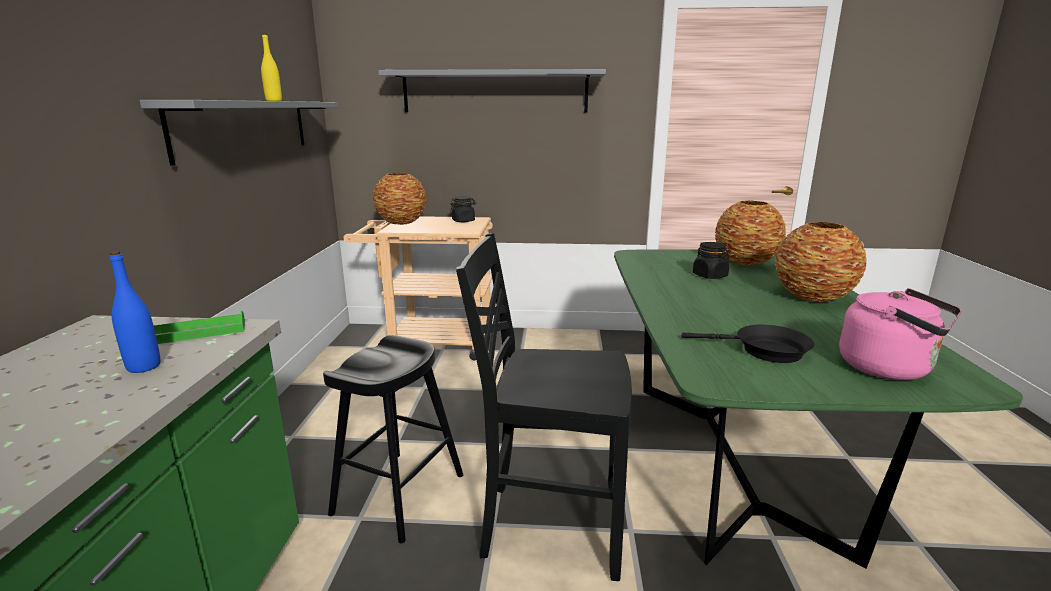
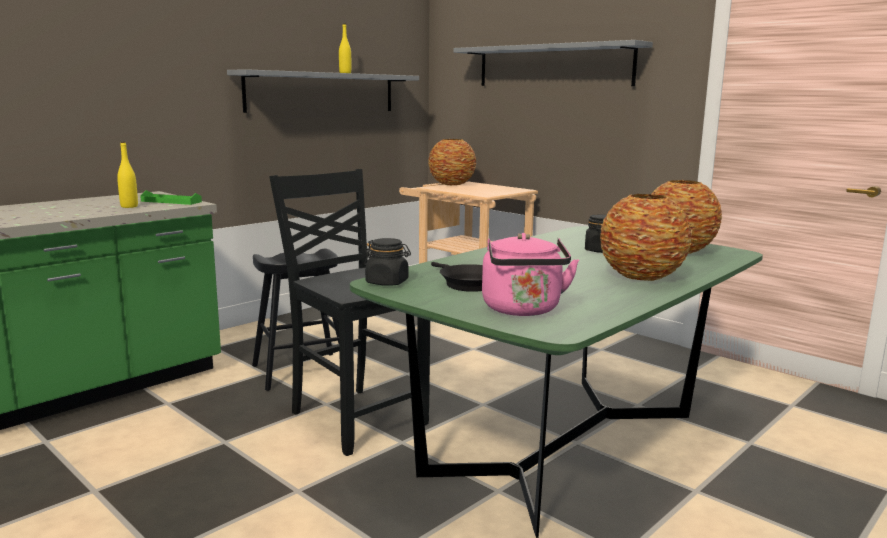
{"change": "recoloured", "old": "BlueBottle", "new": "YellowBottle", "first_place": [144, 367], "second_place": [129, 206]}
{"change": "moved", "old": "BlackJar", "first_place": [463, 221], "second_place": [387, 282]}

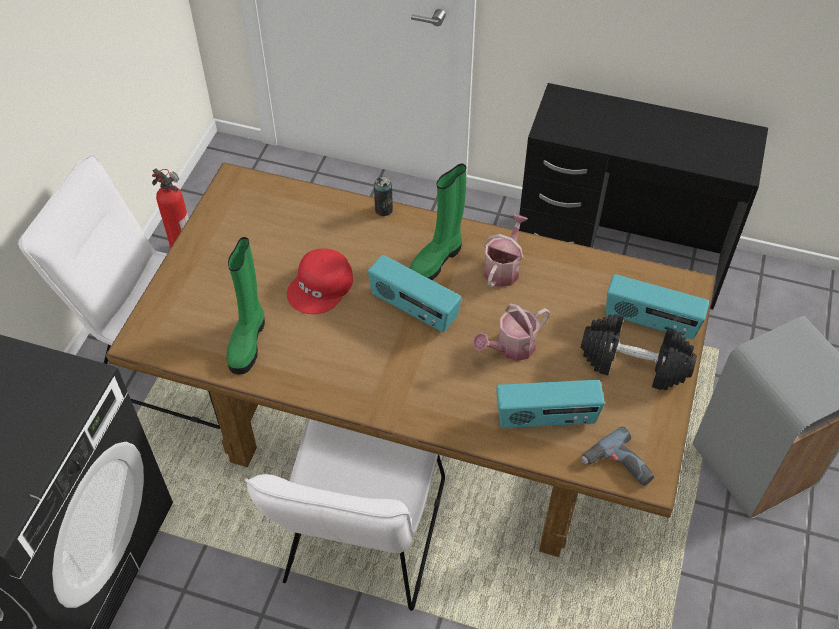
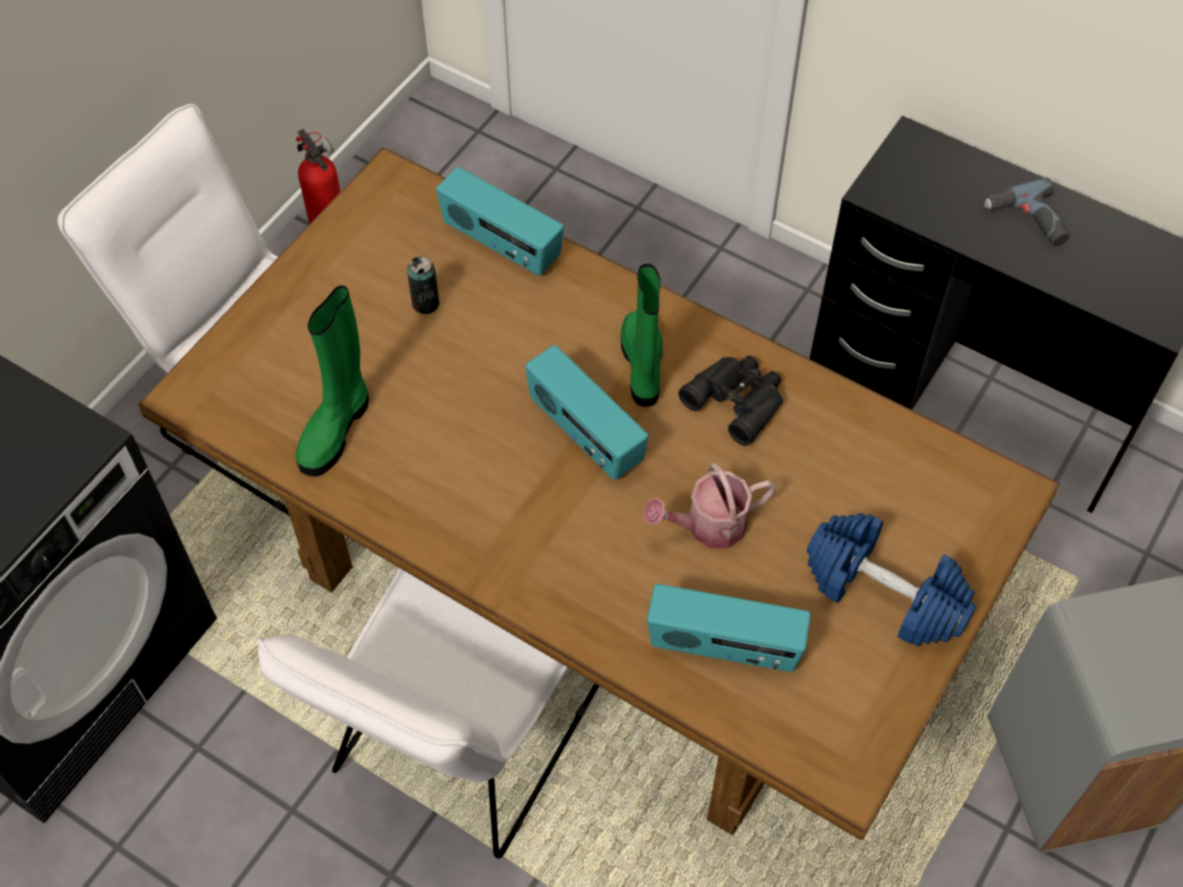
{"change": "moved", "old": "Can", "first_place": [383, 209], "second_place": [425, 303]}
{"change": "moved", "old": "Radio", "first_place": [650, 322], "second_place": [501, 245]}
{"change": "turned", "old": "GreenBoot", "first_place": [436, 260], "second_place": [643, 366], "degrees": 120}
{"change": "replaced", "old": "WateringCan", "new": "BlackBinoculars", "first_place": [503, 268], "second_place": [738, 399]}
{"change": "recoloured", "old": "BlackDumbbell", "new": "BlueDumbbell", "first_place": [634, 363], "second_place": [885, 593]}
{"change": "moved", "old": "PowerDrill", "first_place": [618, 467], "second_place": [1027, 222]}
{"change": "removed", "old": "RedCap", "first_place": [321, 287]}

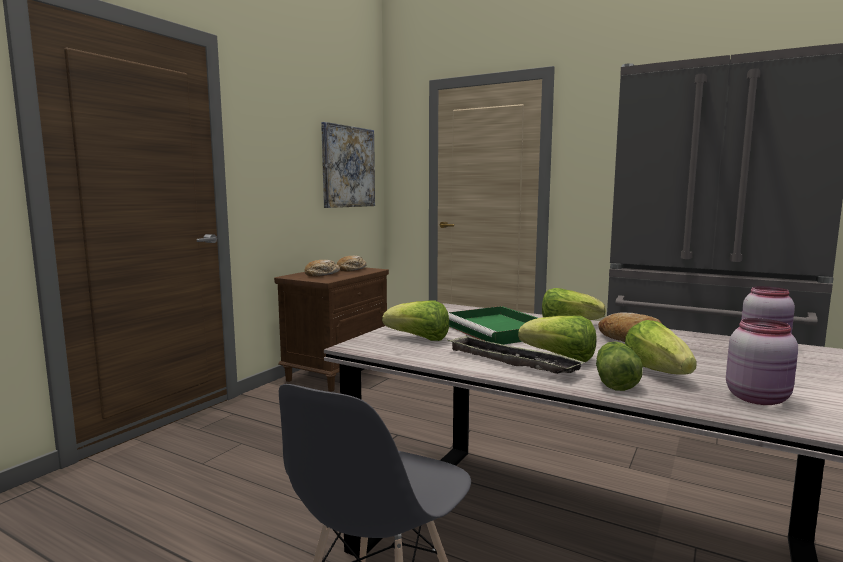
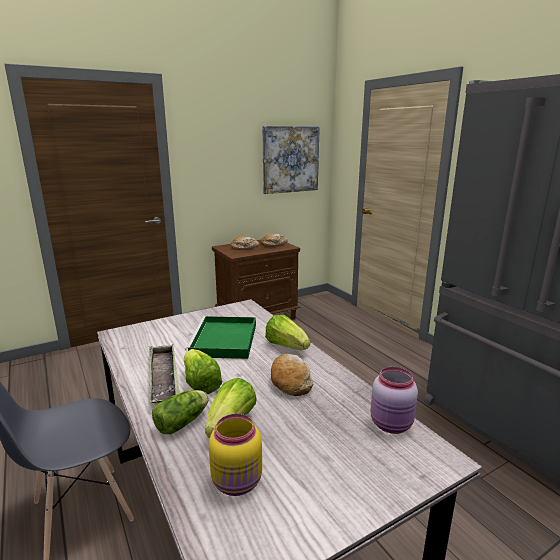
{"change": "recoloured", "old": "PinkJar", "new": "YellowJar", "first_place": [759, 398], "second_place": [238, 482]}
{"change": "removed", "old": "Lettuce", "first_place": [419, 339]}

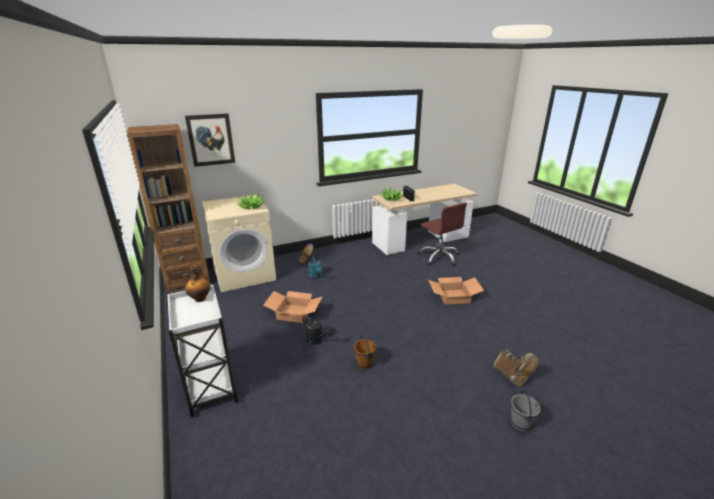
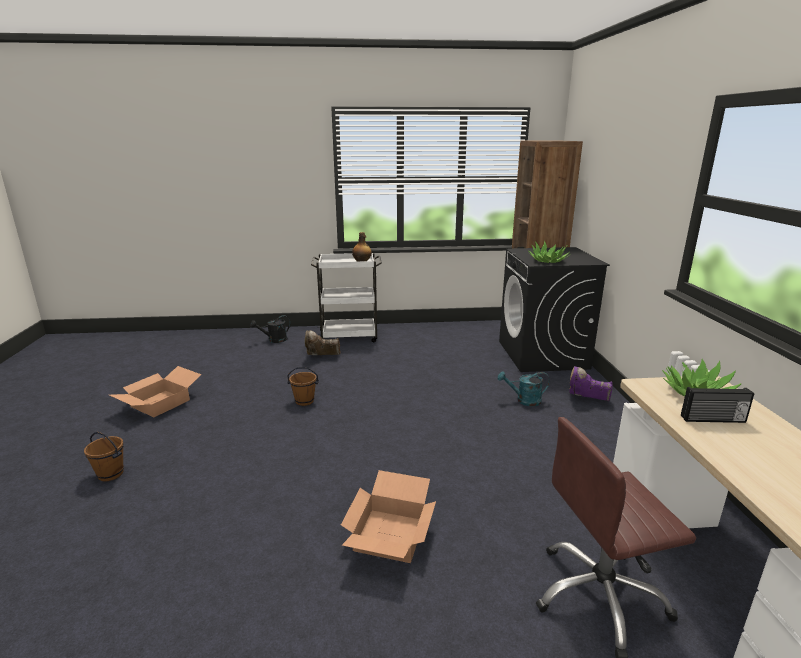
{"change": "recoloured", "old": "GreyBucket", "new": "BrownBucket", "first_place": [520, 424], "second_place": [111, 474]}
{"change": "moved", "old": "CardboardBox", "first_place": [295, 313], "second_place": [160, 404]}
{"change": "moved", "old": "BlackWateringCan", "first_place": [316, 340], "second_place": [274, 340]}
{"change": "moved", "old": "BrownBoot", "first_place": [512, 376], "second_place": [322, 357]}
{"change": "recoloured", "old": "BeigeWashingMachine", "new": "BlackWashingMachine", "first_place": [245, 274], "second_place": [543, 355]}
{"change": "removed", "old": "Picture", "first_place": [211, 140]}

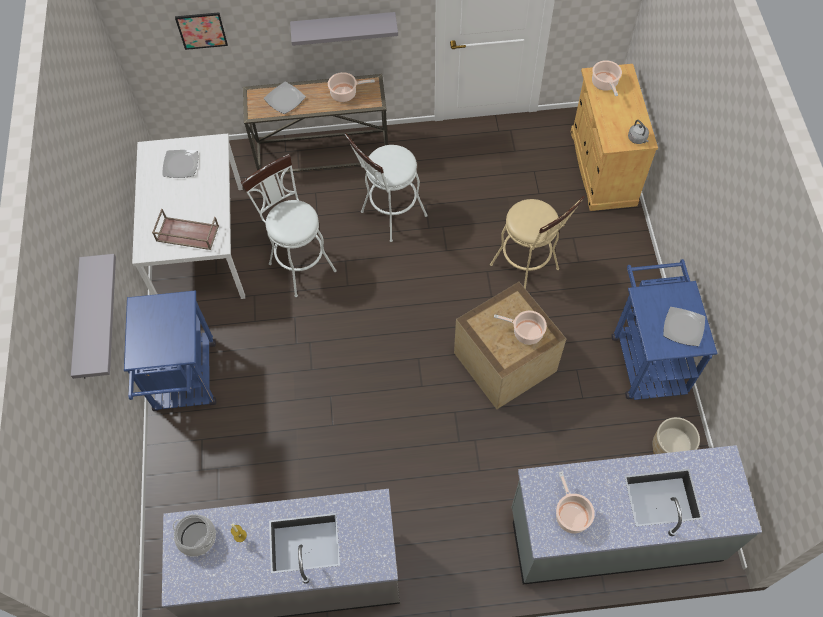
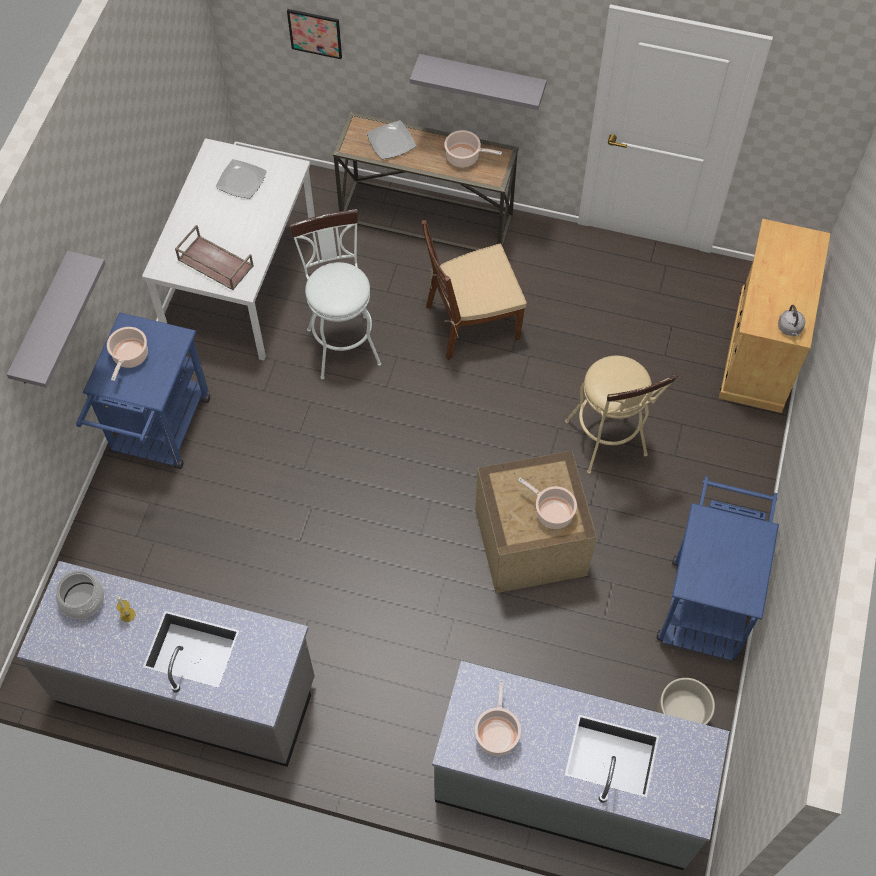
{"change": "moved", "old": "CookingPot", "first_place": [605, 84], "second_place": [130, 357]}
{"change": "replaced", "old": "WhiteStool", "new": "BrownChair", "first_place": [389, 217], "second_place": [471, 322]}
{"change": "removed", "old": "Plate", "first_place": [683, 328]}

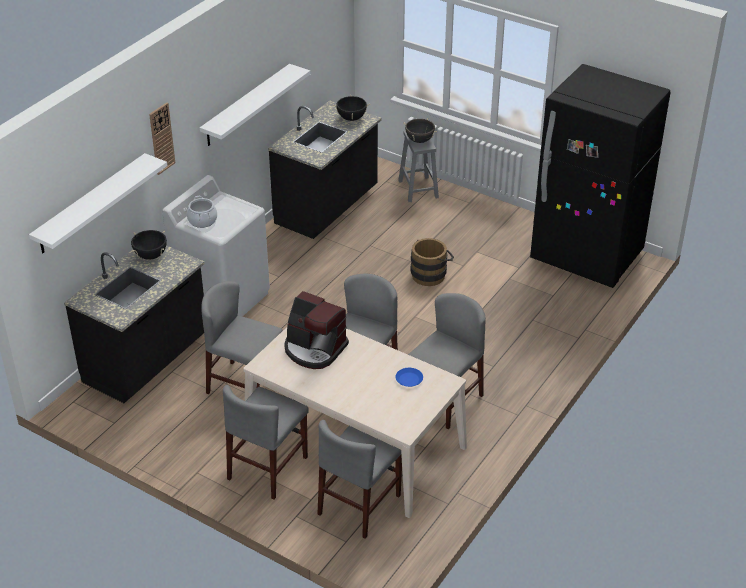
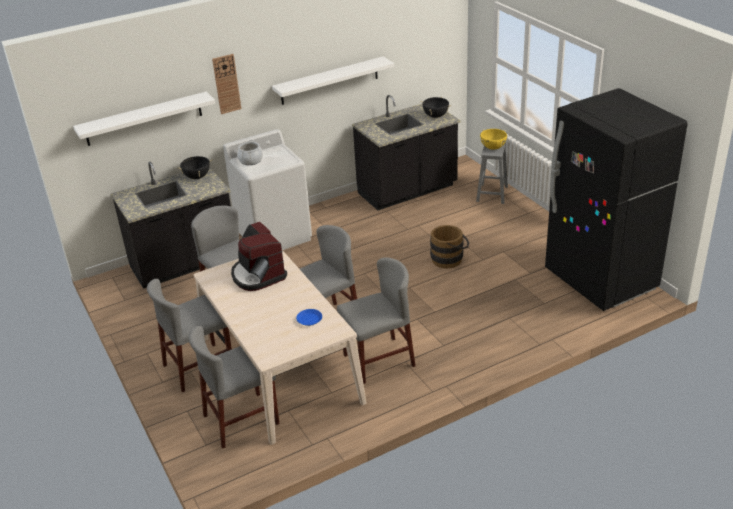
{"change": "recoloured", "old": "BlackCookingPot", "new": "YellowCookingPot", "first_place": [419, 140], "second_place": [493, 148]}

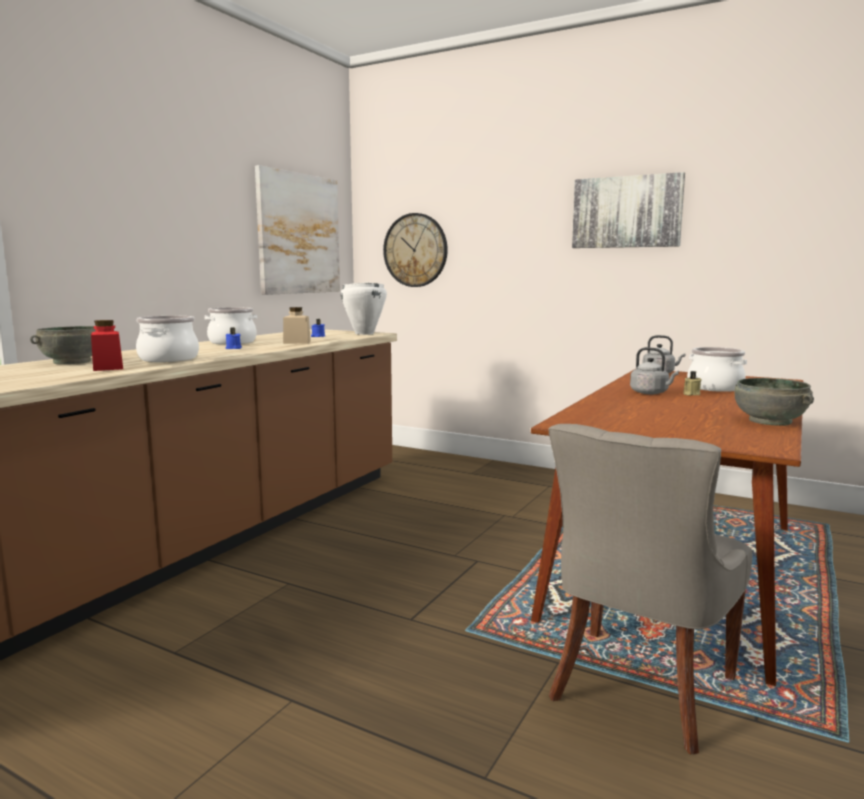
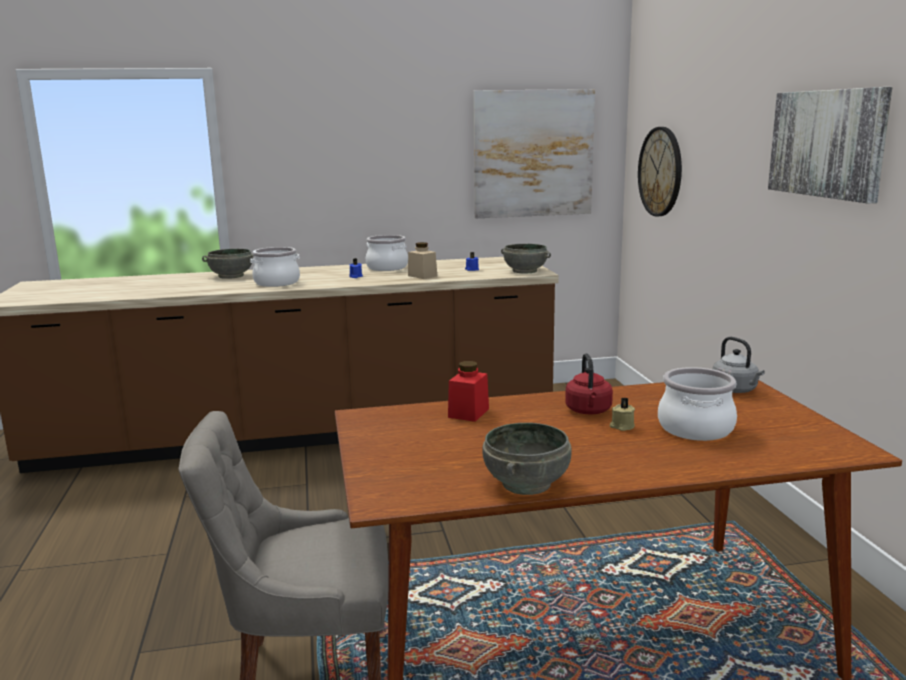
{"change": "moved", "old": "RedJar", "first_place": [108, 367], "second_place": [468, 413]}
{"change": "replaced", "old": "WhiteCookingPot", "new": "GreyBowl", "first_place": [364, 333], "second_place": [524, 271]}
{"change": "recoloured", "old": "GreyKettle", "new": "RedKettle", "first_place": [651, 393], "second_place": [588, 411]}

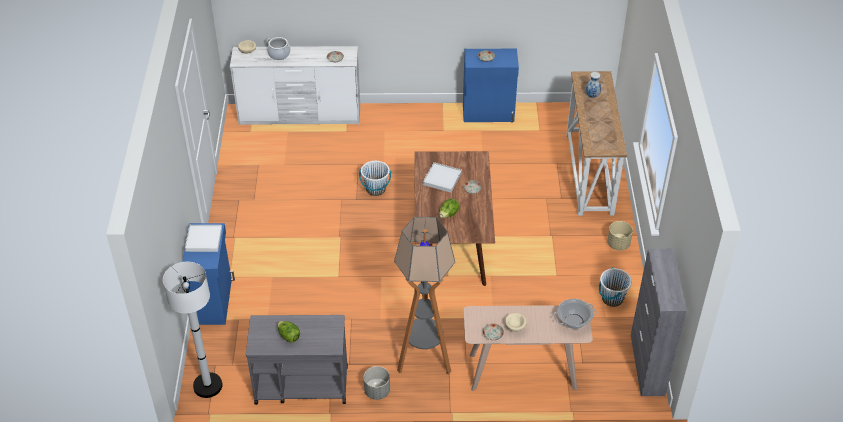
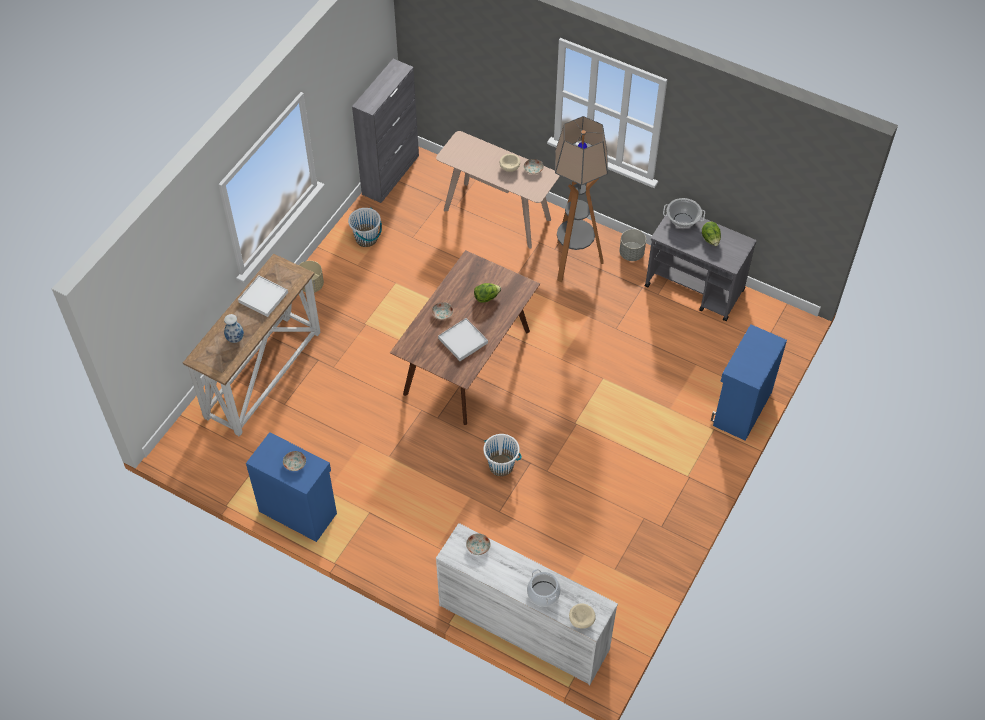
{"change": "moved", "old": "WhiteTray", "first_place": [203, 239], "second_place": [263, 297]}
{"change": "moved", "old": "CookingPot", "first_place": [574, 321], "second_place": [682, 220]}
{"change": "removed", "old": "WhiteFloorLamp", "first_place": [207, 386]}

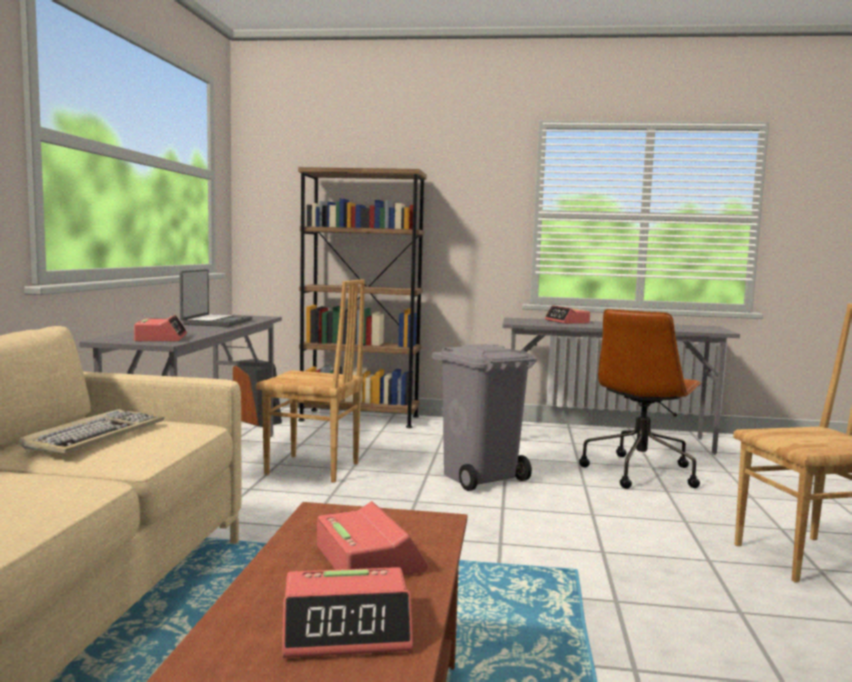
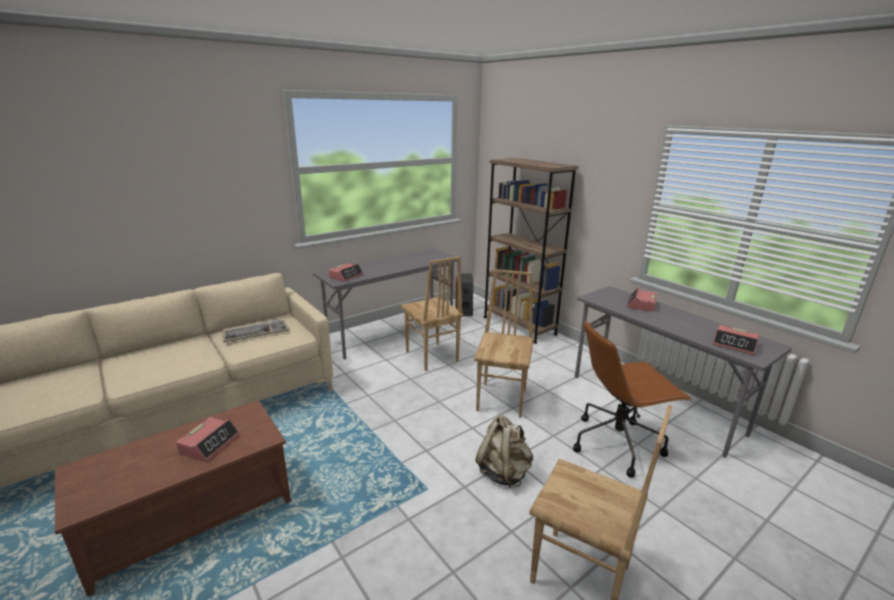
{"change": "replaced", "old": "GreyTrashCan", "new": "BrownChair", "first_place": [480, 477], "second_place": [503, 399]}
{"change": "added", "new": "BeigeBackpack", "second_place": [504, 472]}
{"change": "moved", "old": "AlarmClock", "first_place": [347, 629], "second_place": [734, 345]}
{"change": "removed", "old": "Laptop", "first_place": [216, 322]}

